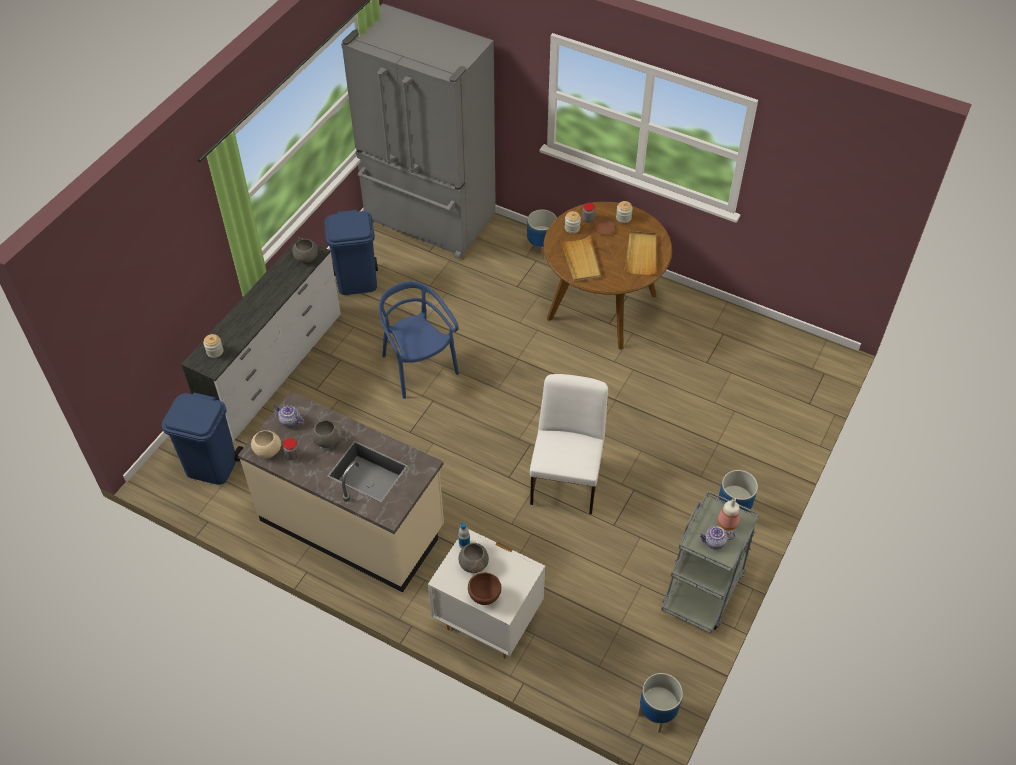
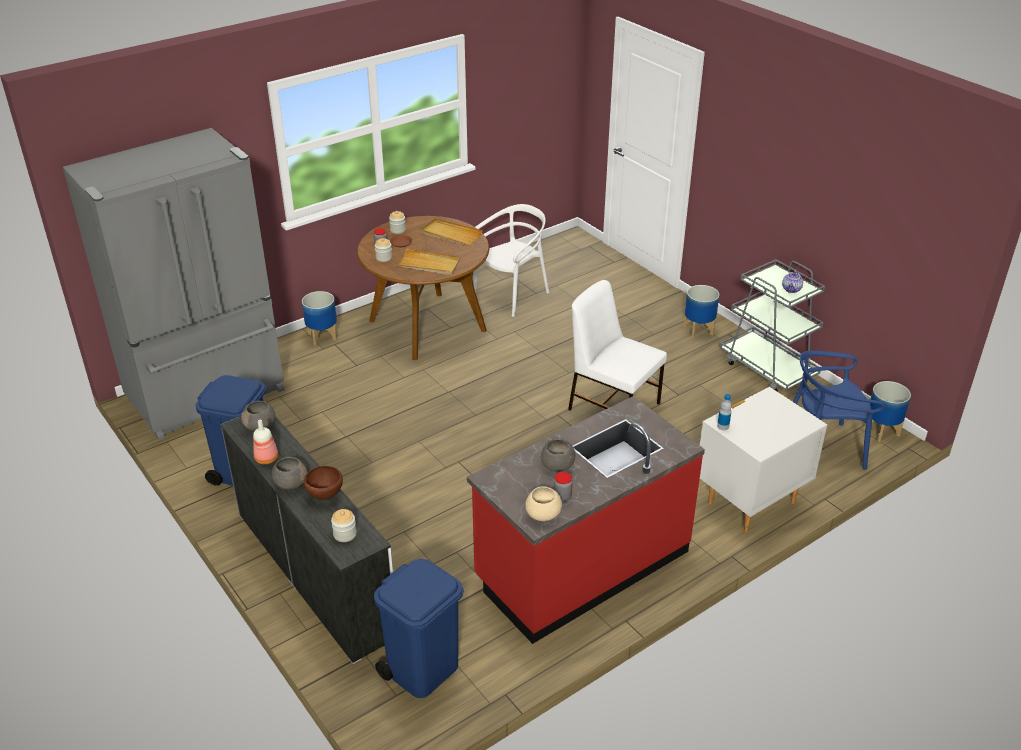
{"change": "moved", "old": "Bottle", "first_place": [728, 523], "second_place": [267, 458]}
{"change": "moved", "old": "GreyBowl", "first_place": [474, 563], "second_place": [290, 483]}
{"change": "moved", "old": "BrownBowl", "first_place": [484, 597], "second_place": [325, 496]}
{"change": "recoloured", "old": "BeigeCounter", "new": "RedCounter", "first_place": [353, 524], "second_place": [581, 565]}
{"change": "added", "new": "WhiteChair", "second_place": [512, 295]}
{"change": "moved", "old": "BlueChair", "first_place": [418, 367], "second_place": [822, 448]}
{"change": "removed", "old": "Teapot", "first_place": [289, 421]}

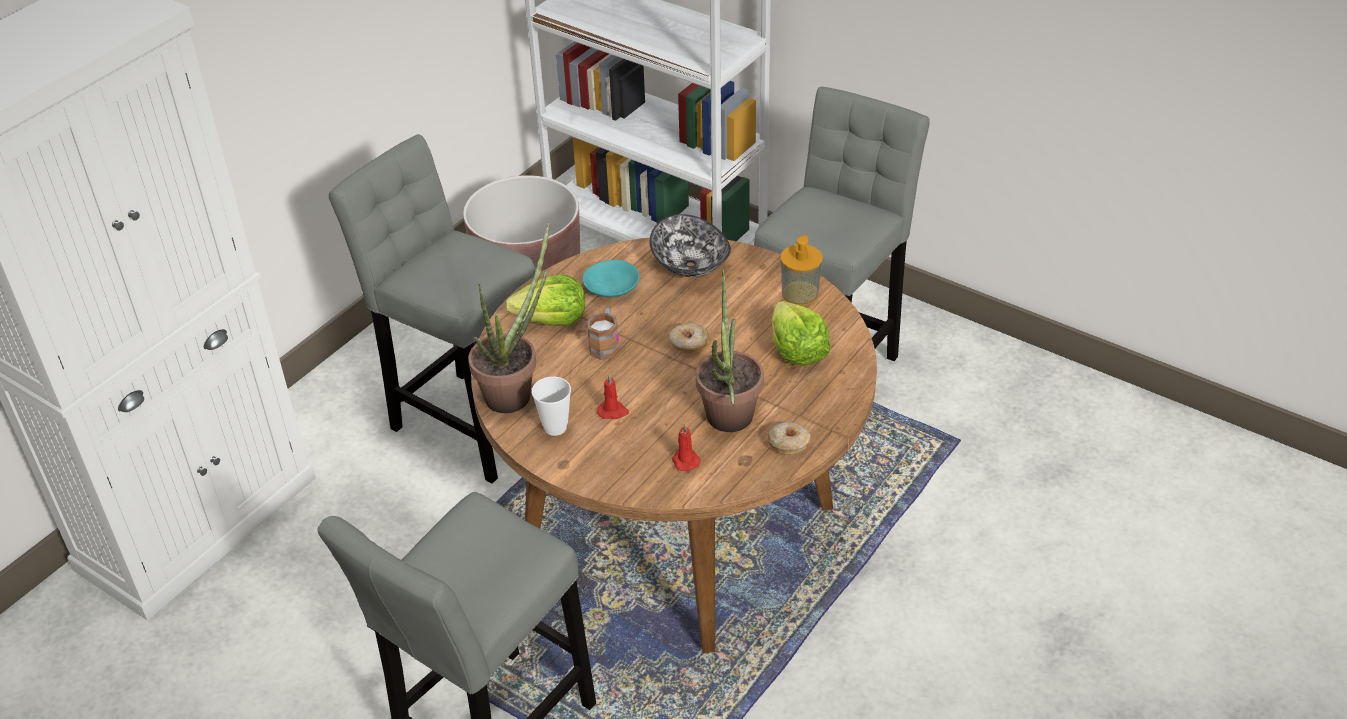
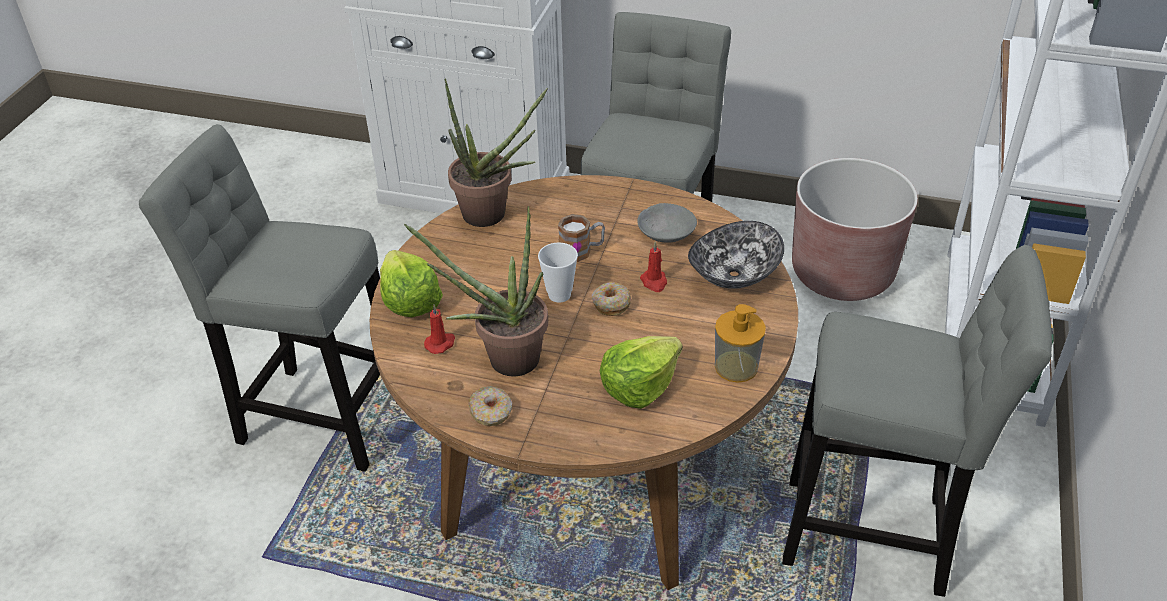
{"change": "moved", "old": "Lettuce", "first_place": [552, 319], "second_place": [409, 301]}
{"change": "moved", "old": "Cup", "first_place": [555, 427], "second_place": [559, 295]}
{"change": "recoloured", "old": "TurquoiseBowl", "new": "GreyBowl", "first_place": [611, 288], "second_place": [666, 232]}
{"change": "moved", "old": "RedCandle", "first_place": [613, 411], "second_place": [654, 282]}

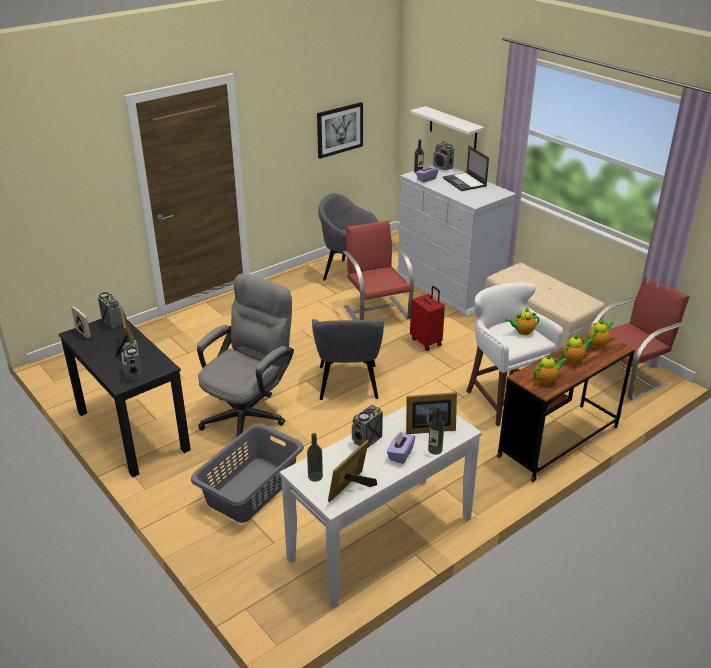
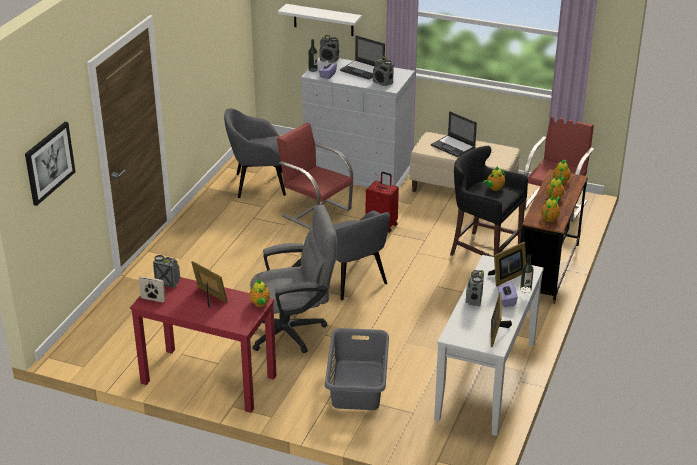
{"change": "moved", "old": "Picture", "first_place": [339, 129], "second_place": [49, 162]}
{"change": "recoloured", "old": "BlackDesk", "new": "RedDesk", "first_place": [132, 430], "second_place": [208, 379]}
{"change": "added", "new": "Teapot", "second_place": [260, 304]}
{"change": "turned", "old": "GreyOfficeChair", "first_place": [249, 413], "second_place": [294, 330], "degrees": 75}
{"change": "moved", "old": "Radio", "first_place": [133, 374], "second_place": [383, 83]}
{"change": "added", "new": "Laptop", "second_place": [453, 146]}
{"change": "recoloured", "old": "WhiteStool", "new": "BlackStool", "first_place": [504, 398], "second_place": [483, 251]}
{"change": "removed", "old": "Bottle", "first_place": [315, 476]}

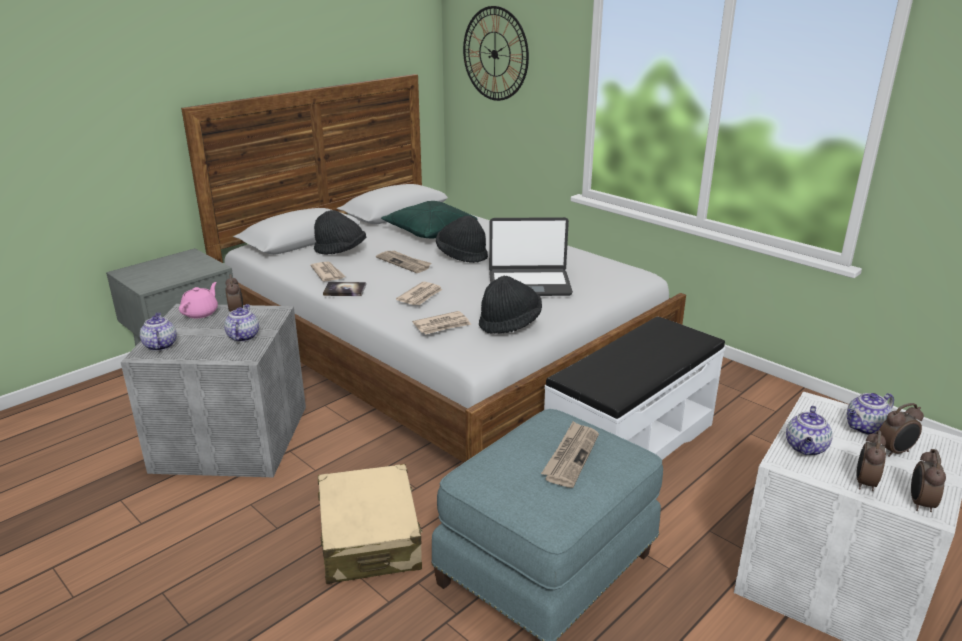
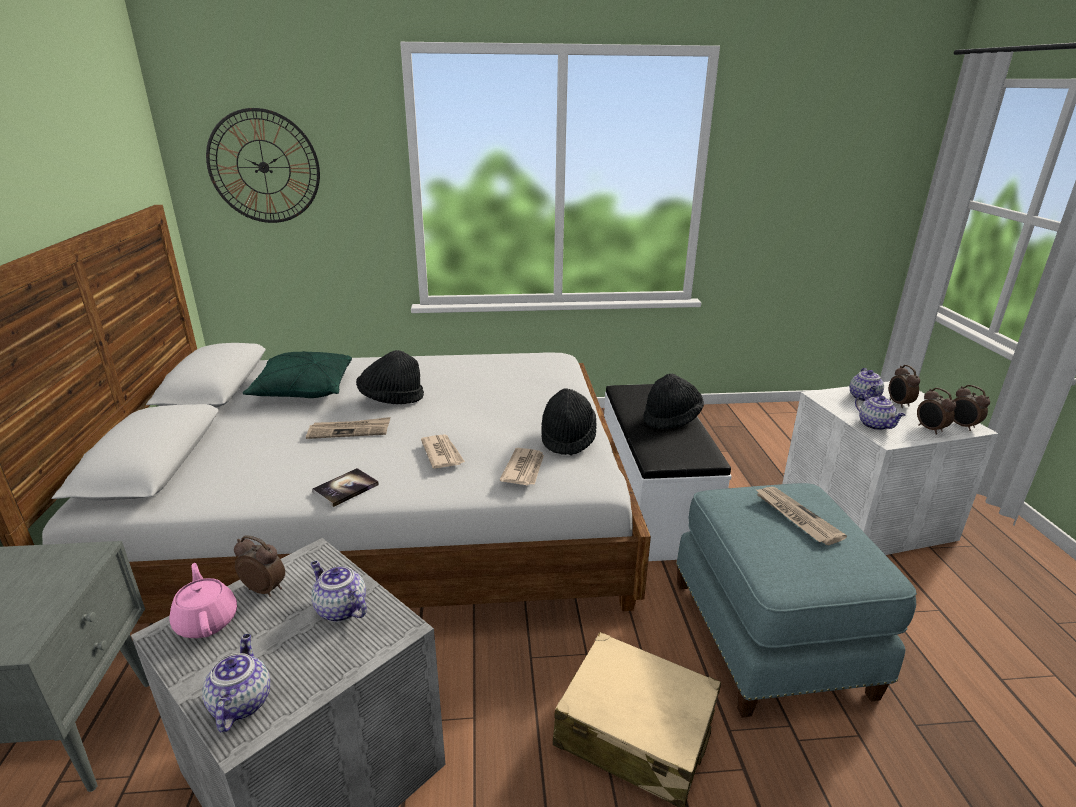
{"change": "turned", "old": "Teapot", "first_place": [160, 345], "second_place": [241, 702], "degrees": 60}
{"change": "moved", "old": "BlackHat", "first_place": [341, 251], "second_place": [671, 418]}
{"change": "turned", "old": "AlarmClock", "first_place": [895, 452], "second_place": [898, 404], "degrees": 150}
{"change": "removed", "old": "Newspaper", "first_place": [328, 273]}
{"change": "removed", "old": "Laptop", "first_place": [529, 284]}

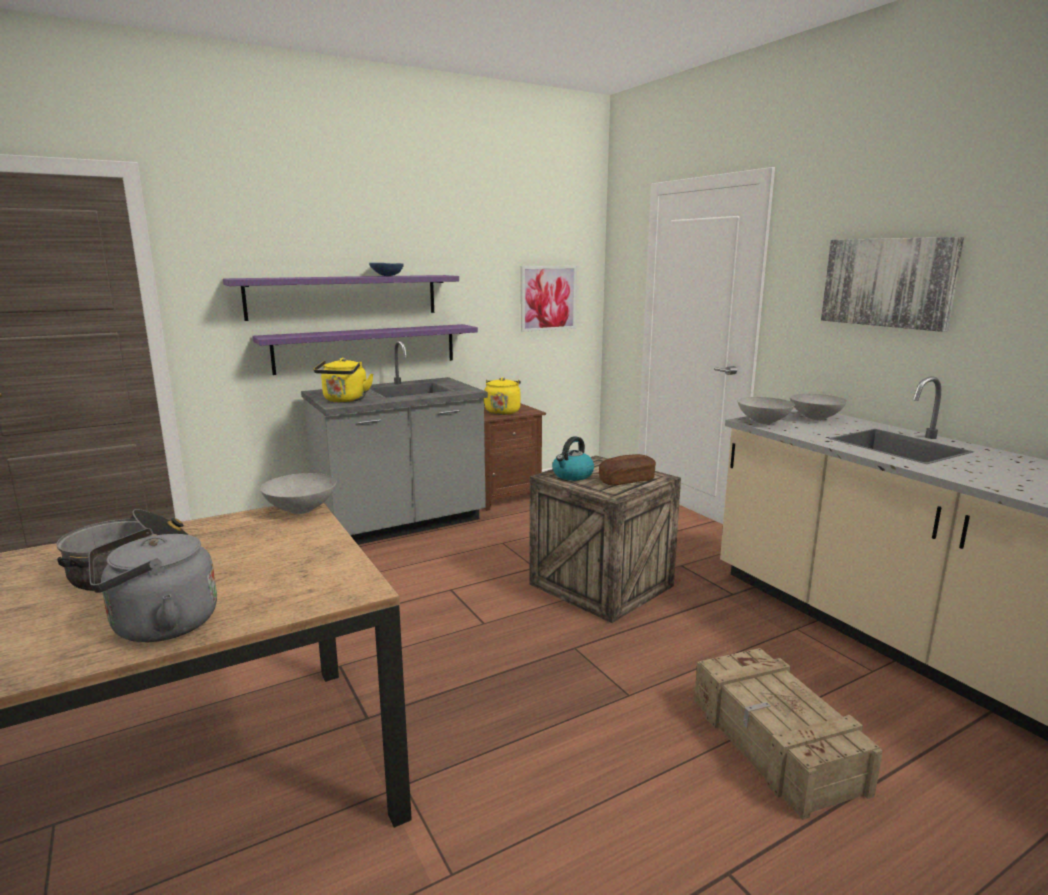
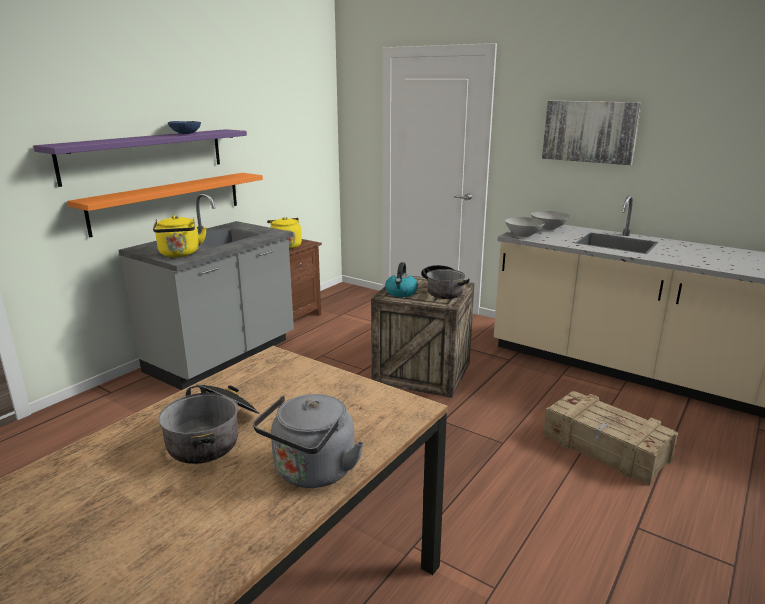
{"change": "recoloured", "old": "PurpleShelf", "new": "OrangeShelf", "first_place": [367, 348], "second_place": [168, 202]}
{"change": "replaced", "old": "Bread", "new": "CookingPot", "first_place": [626, 480], "second_place": [442, 291]}
{"change": "removed", "old": "GreyBowl", "first_place": [301, 510]}
{"change": "removed", "old": "Picture", "first_place": [548, 298]}

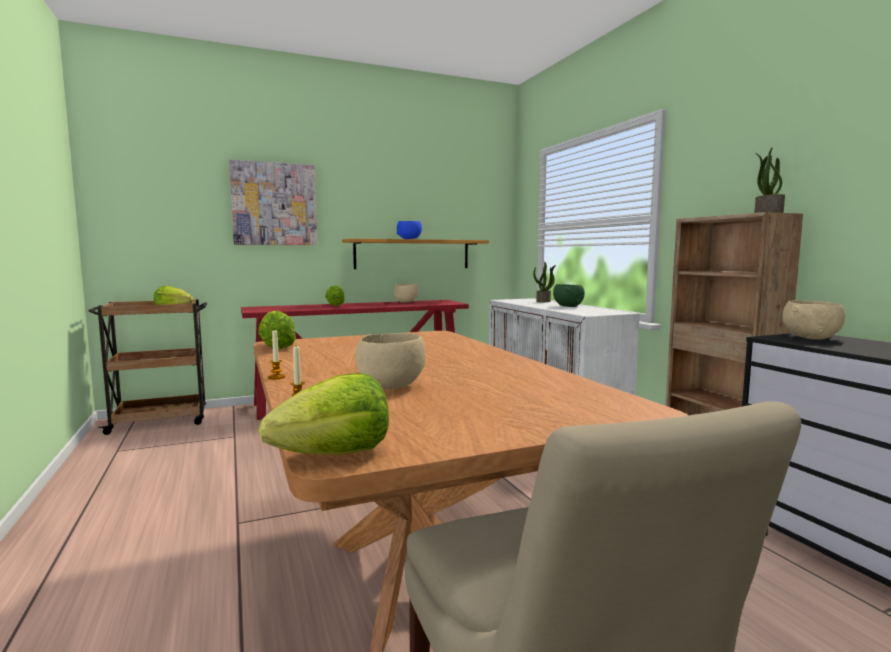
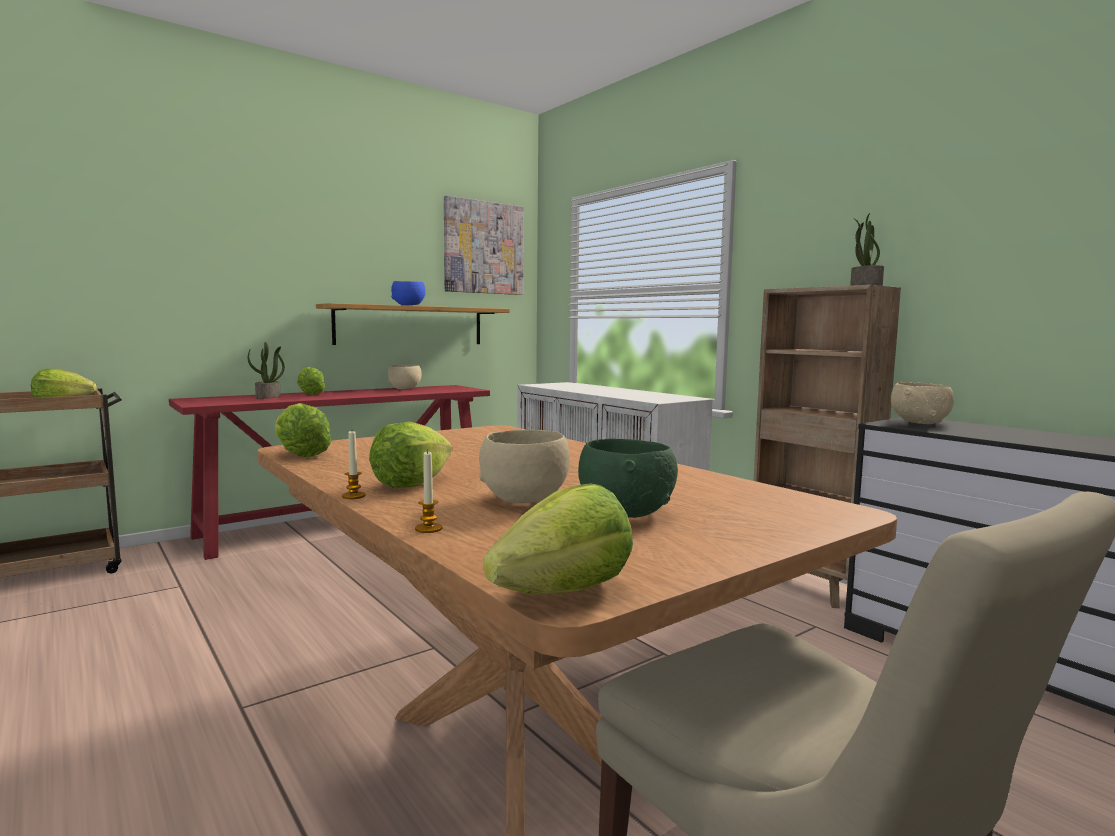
{"change": "moved", "old": "PottedPlant", "first_place": [543, 301], "second_place": [268, 397]}
{"change": "added", "new": "Lettuce", "second_place": [411, 483]}
{"change": "moved", "old": "Picture", "first_place": [274, 204], "second_place": [483, 248]}
{"change": "moved", "old": "GreenBowl", "first_place": [568, 306], "second_place": [626, 512]}

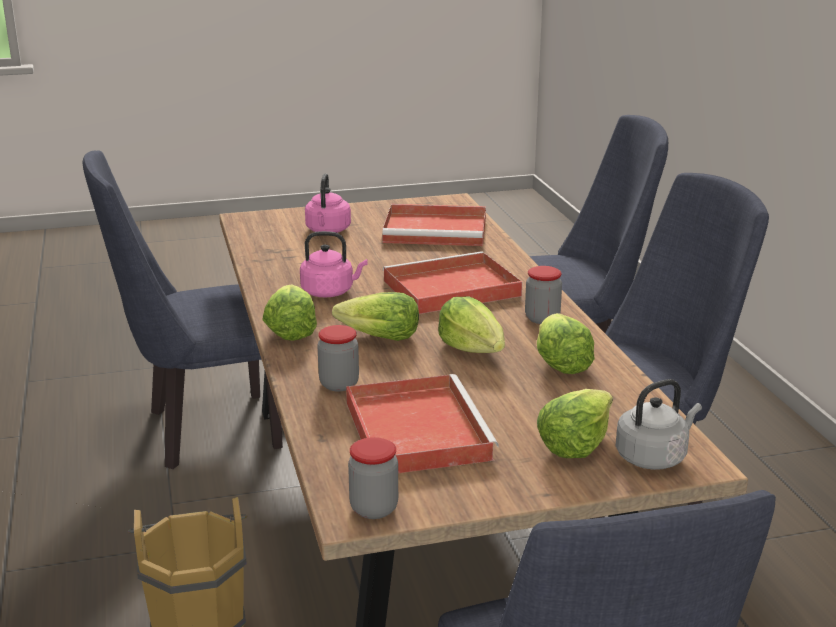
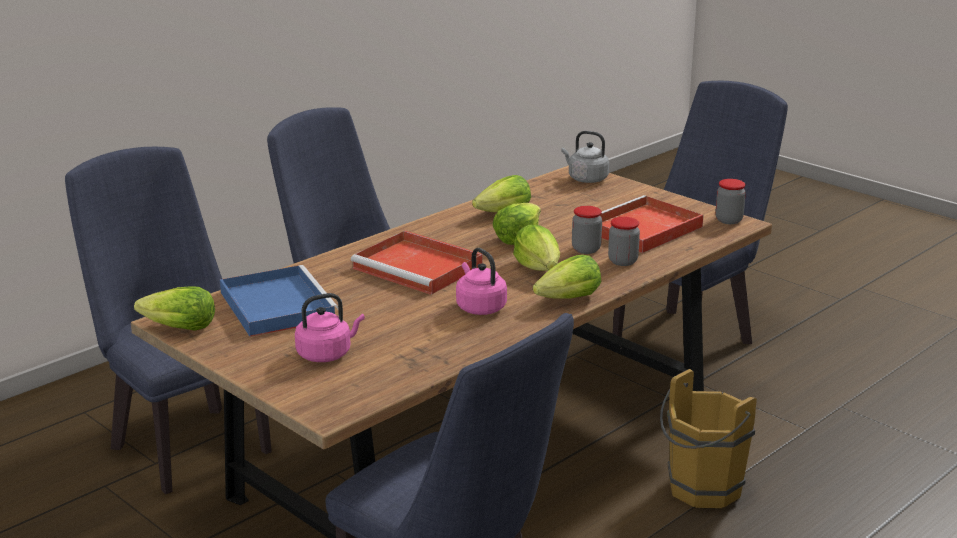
{"change": "moved", "old": "Lettuce", "first_place": [575, 443], "second_place": [179, 328]}
{"change": "recoloured", "old": "RedTray", "new": "BlueTray", "first_place": [438, 230], "second_place": [275, 305]}
{"change": "moved", "old": "Jar", "first_place": [542, 318], "second_place": [586, 249]}

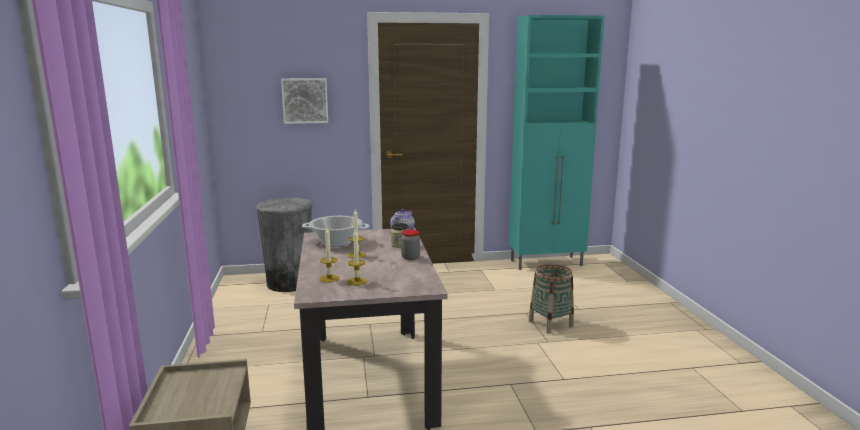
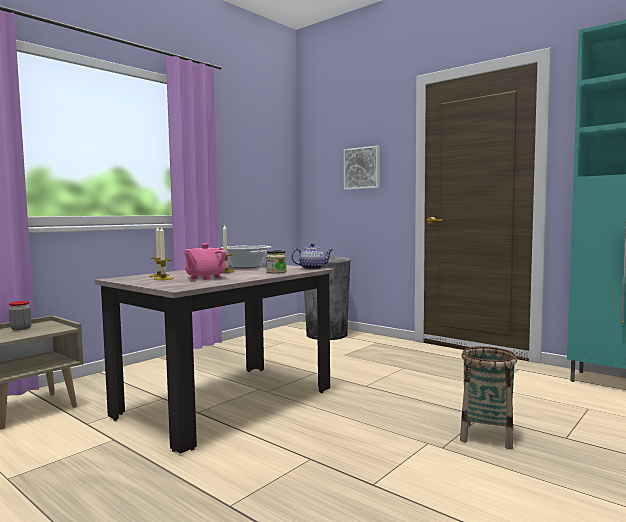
{"change": "moved", "old": "Jar", "first_place": [410, 257], "second_place": [20, 328]}
{"change": "added", "new": "PinkTeapot", "second_place": [205, 278]}

